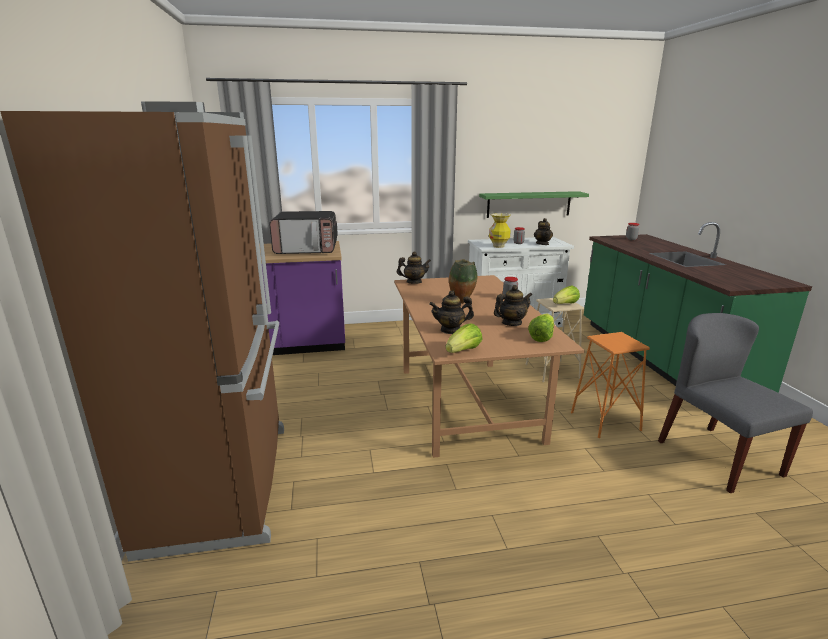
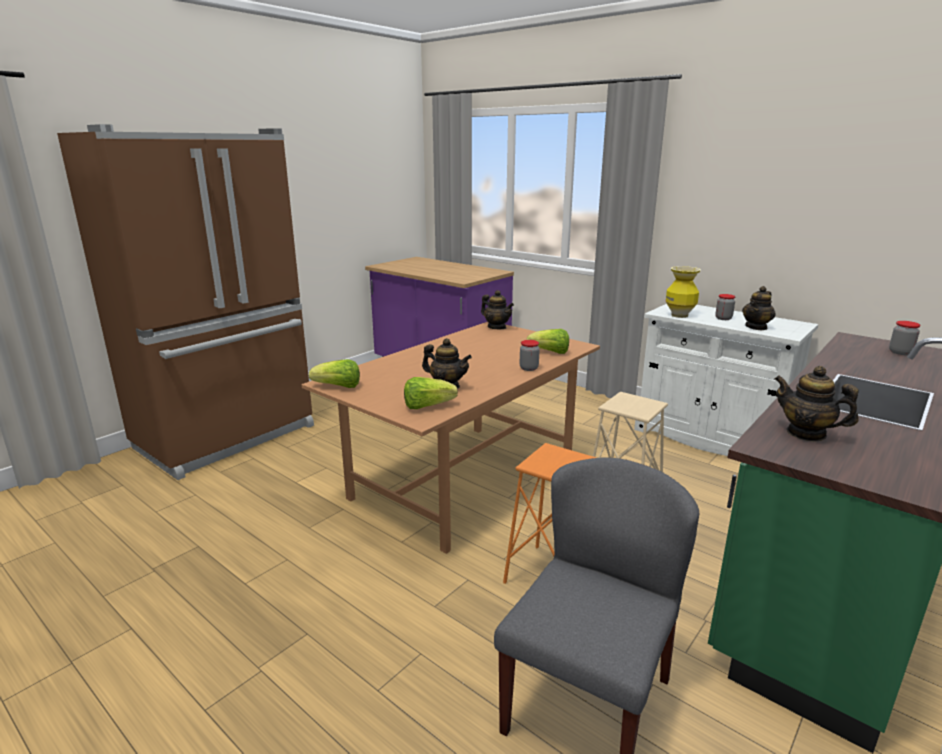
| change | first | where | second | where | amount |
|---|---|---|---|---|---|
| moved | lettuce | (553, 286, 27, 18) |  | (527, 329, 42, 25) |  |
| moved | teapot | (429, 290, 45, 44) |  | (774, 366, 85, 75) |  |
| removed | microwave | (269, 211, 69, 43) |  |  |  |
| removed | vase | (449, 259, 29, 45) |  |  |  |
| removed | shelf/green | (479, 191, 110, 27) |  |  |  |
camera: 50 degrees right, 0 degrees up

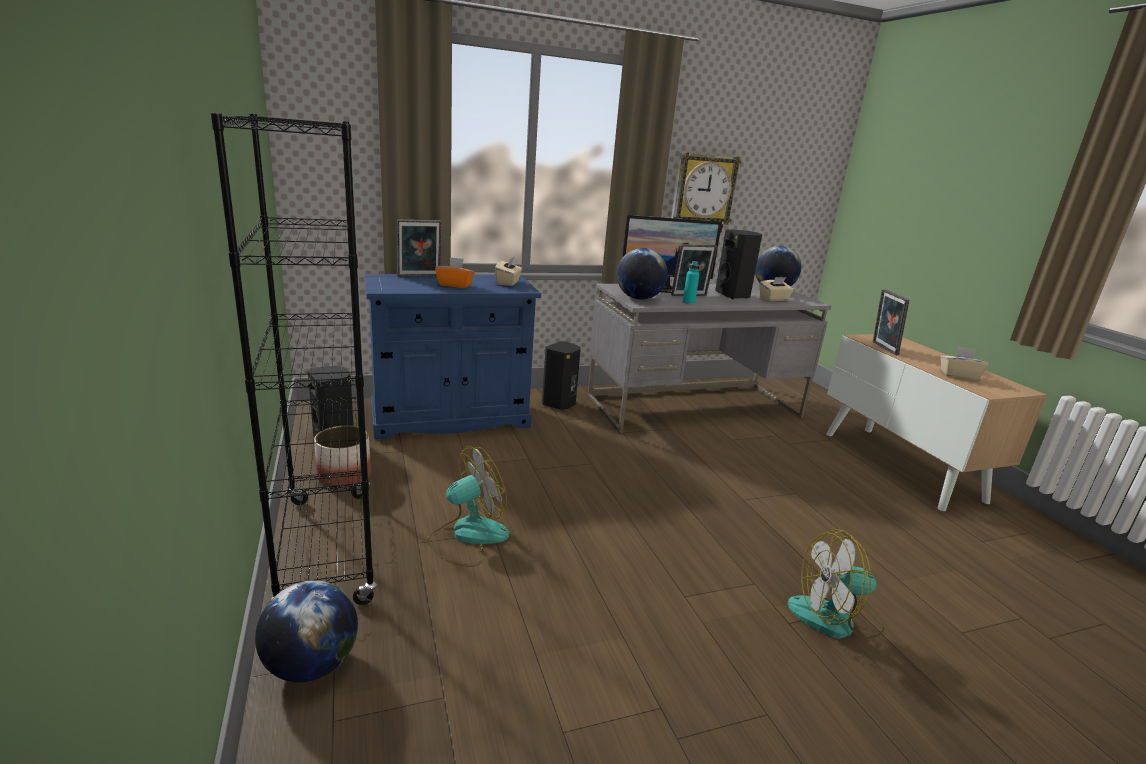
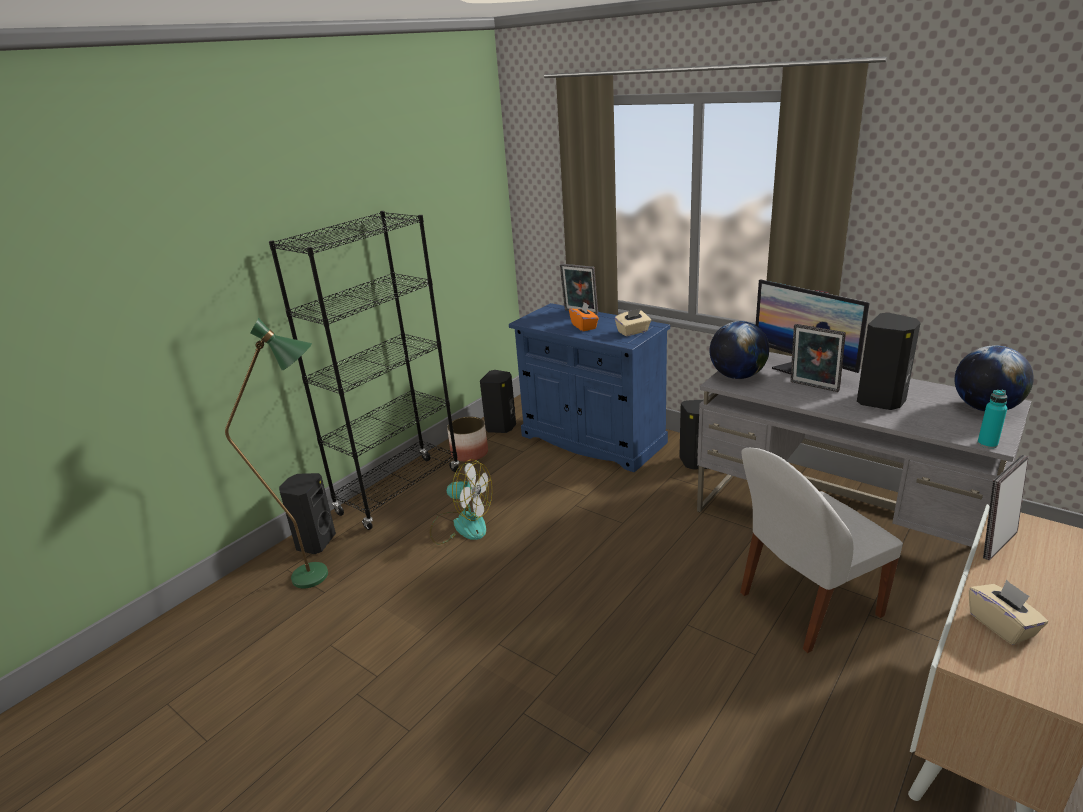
| change | first | where | second | where | amount |
|---|---|---|---|---|---|
| added |  |  | floor lamp/green | (225, 318, 103, 271) |  |
| replaced | globe | (255, 580, 103, 102) | speaker/black | (279, 473, 57, 81) |  |
| added |  |  | chair/white | (740, 448, 163, 205) |  |
| moved | bottle/turquoise | (683, 261, 17, 44) |  | (977, 389, 31, 60) |  |
| removed | wall clock | (671, 152, 71, 81) |  |  |  |
| removed | tissue box/beige | (760, 277, 34, 24) |  |  |  |
| removed | fan | (787, 529, 97, 110) |  |  |  |
camera: 60 degrees right, 5 degrees up

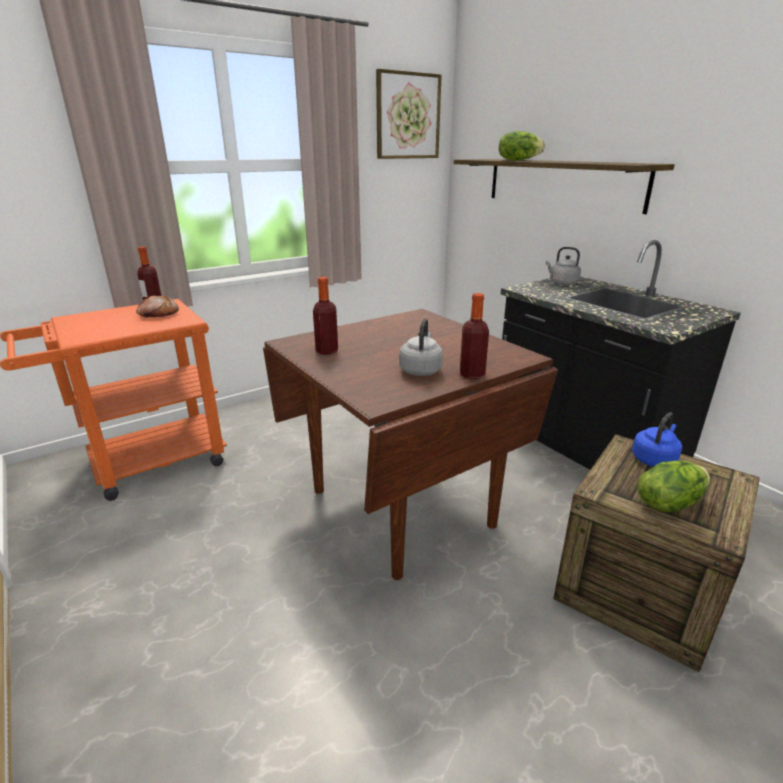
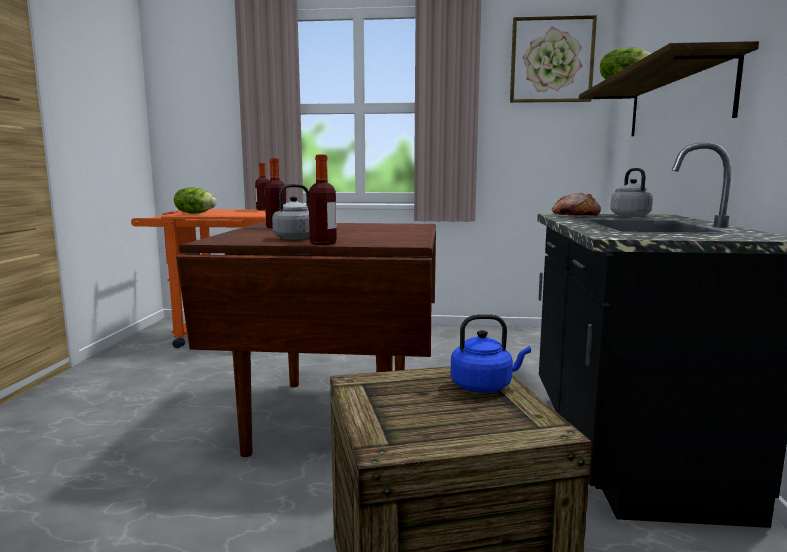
| change | first | where | second | where | amount |
|---|---|---|---|---|---|
| moved | lettuce | (637, 461, 73, 51) |  | (174, 187, 43, 27) |  |
| moved | bread | (136, 296, 43, 22) |  | (552, 193, 49, 22) |  |
camera: 40 degrees right, 15 degrees down

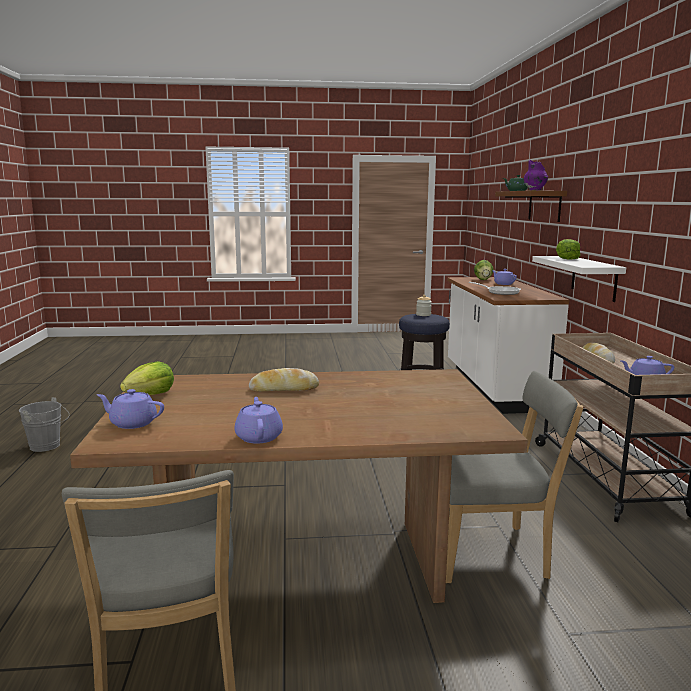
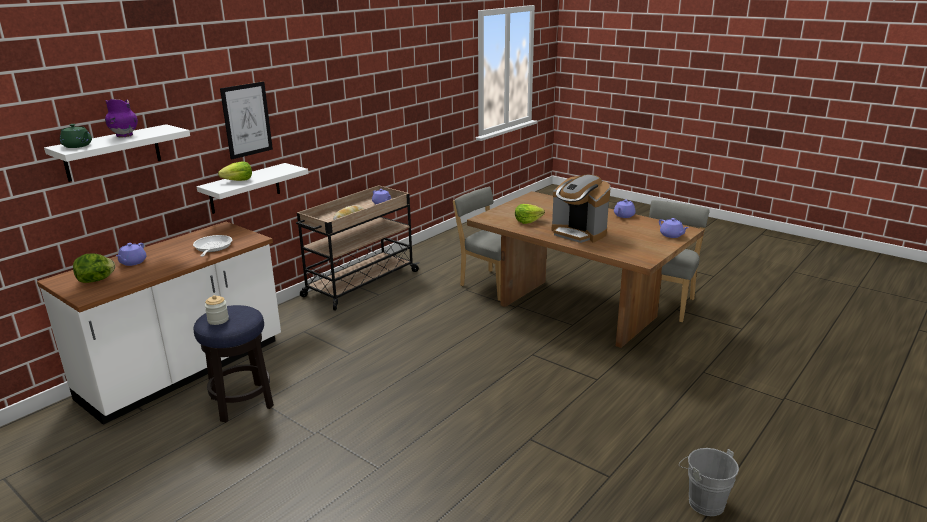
| change | first | where | second | where | amount |
|---|---|---|---|---|---|
| recoloured | shelf/brown | (495, 190, 72, 32) | shelf/white | (44, 124, 146, 58) |  |
| added |  |  | picture | (220, 82, 53, 78) |  |
| moved | lettuce | (120, 361, 54, 34) |  | (515, 204, 30, 20) |  |
| replaced | bread | (249, 368, 70, 24) | coffee machine | (552, 174, 59, 69) |  |
camera: 135 degrees left, 10 degrees up

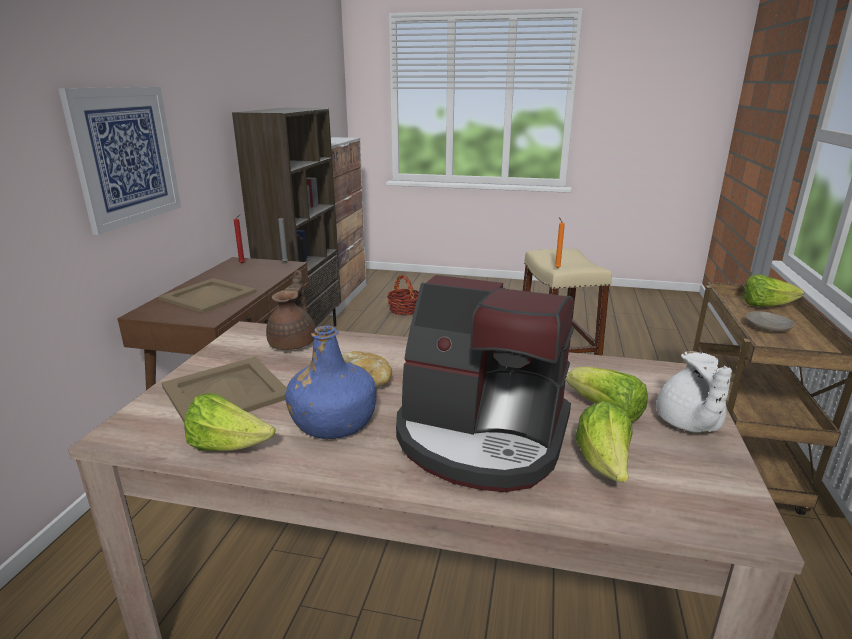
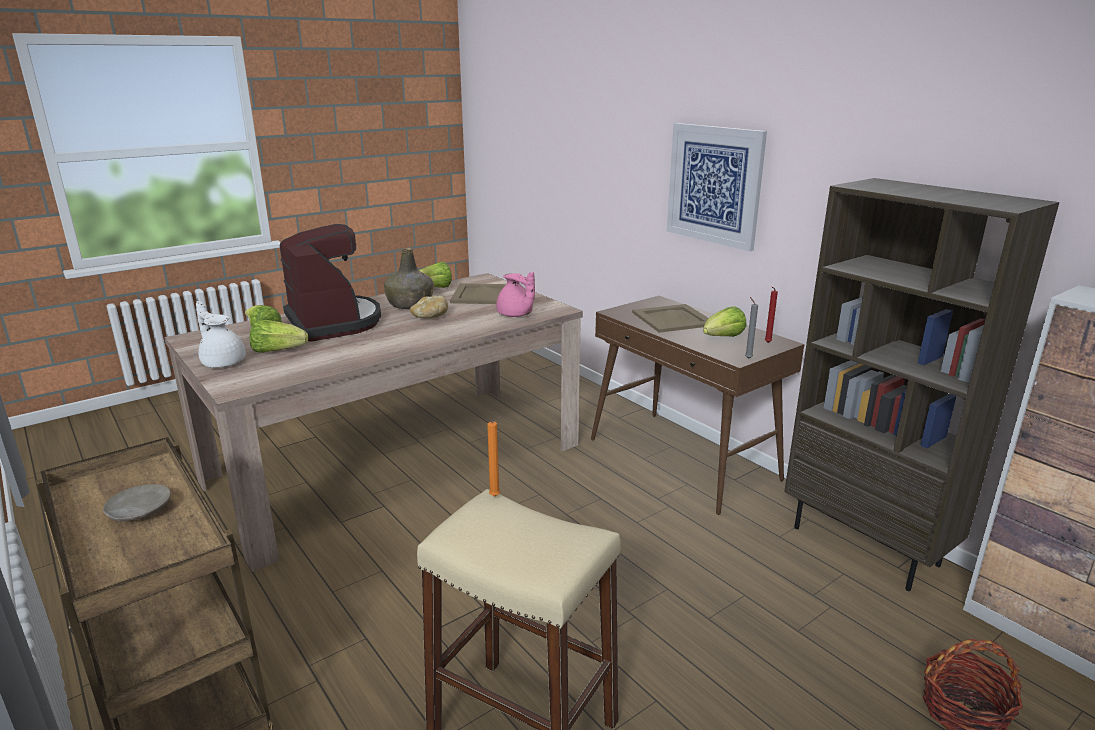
| change | first | where | second | where | amount |
|---|---|---|---|---|---|
| turned | coffee machine | (396, 275, 178, 217) |  | (280, 224, 101, 118) | 90 degrees clockwise |
| recoloured | bottle/blue | (285, 325, 91, 114) | bottle/green | (384, 248, 50, 61) |  |
| recoloured | teapot/brown | (266, 270, 50, 80) | teapot/pink | (496, 272, 39, 45) |  |
| moved | lettuce | (743, 274, 61, 33) |  | (703, 306, 44, 31) |  |
camera: 130 degrees right, 0 degrees up

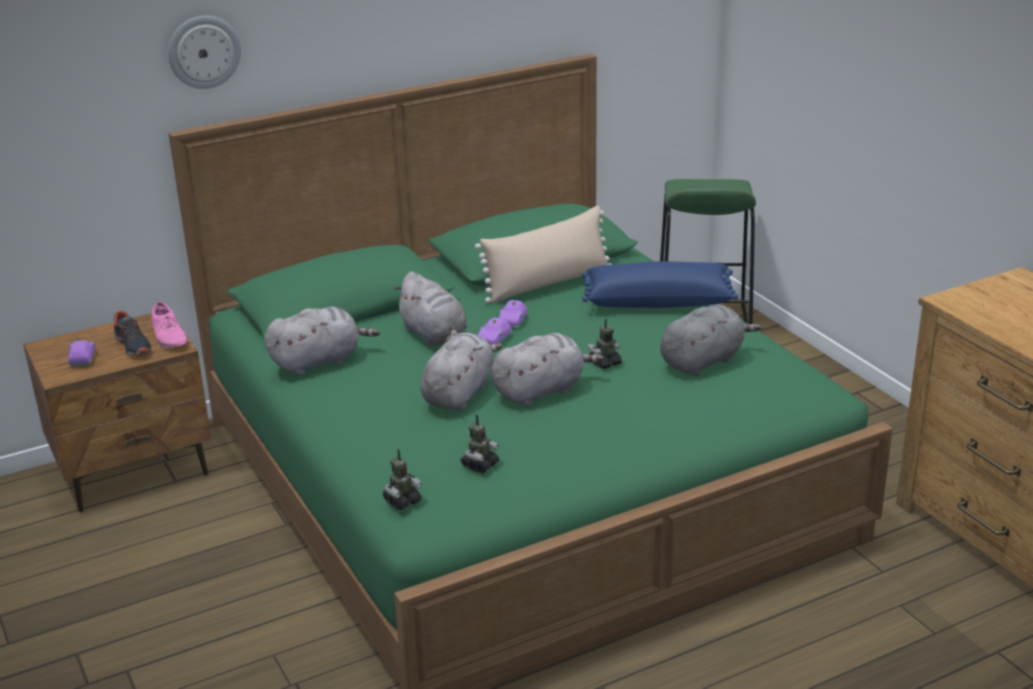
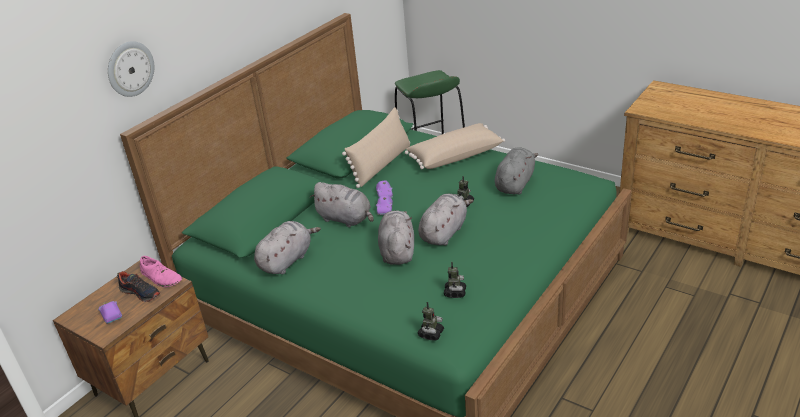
| change | first | where | second | where | amount |
|---|---|---|---|---|---|
| recoloured | pillow/blue | (582, 261, 157, 47) | pillow/beige | (405, 123, 100, 46) |  |
camera: 25 degrees left, 5 degrees up

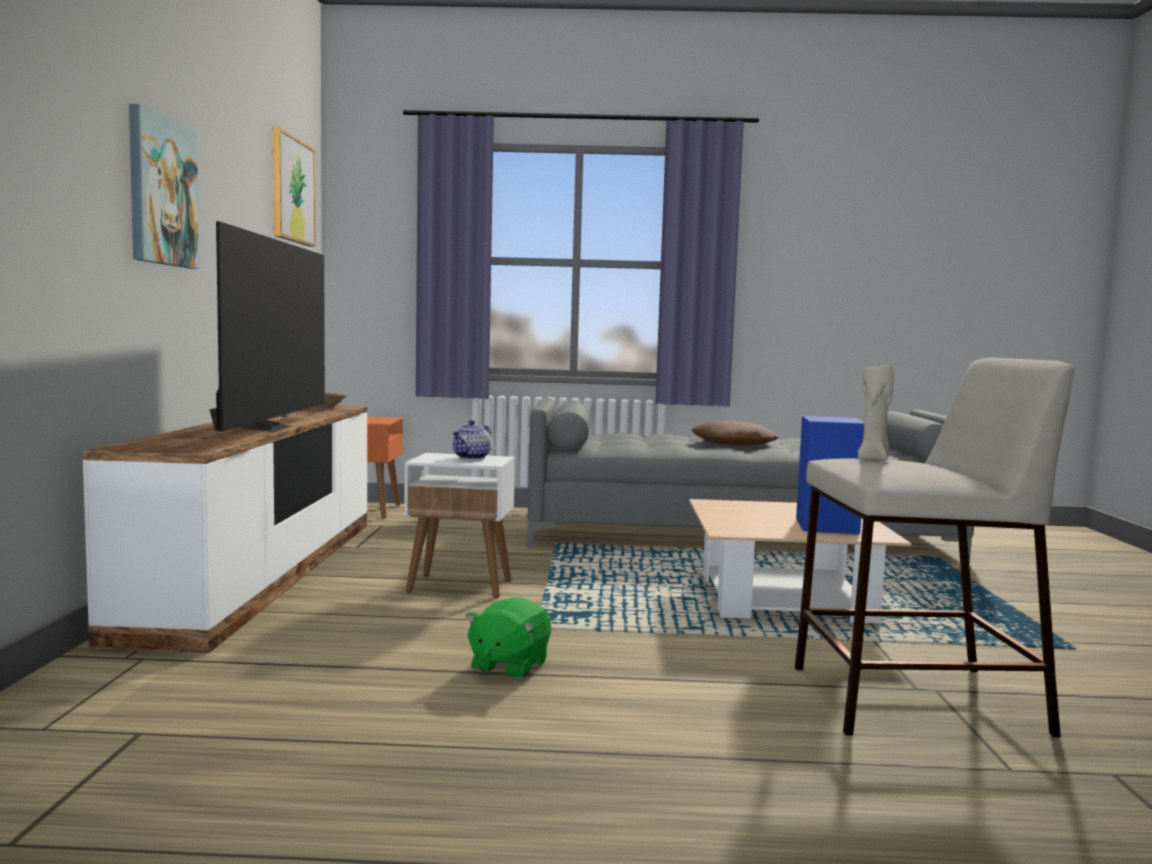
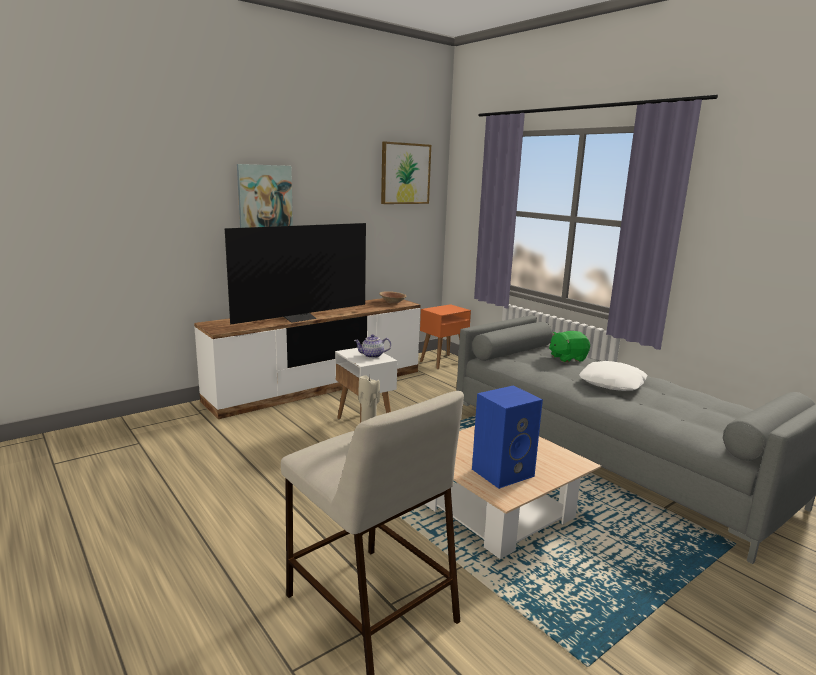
| change | first | where | second | where | amount |
|---|---|---|---|---|---|
| moved | plush toy/green | (465, 597, 86, 82) |  | (549, 331, 41, 31) |  |
| recoloured | pillow/brown | (691, 421, 88, 25) | pillow/white | (579, 361, 68, 30) |  |
camera: 50 degrees right, 10 degrees up

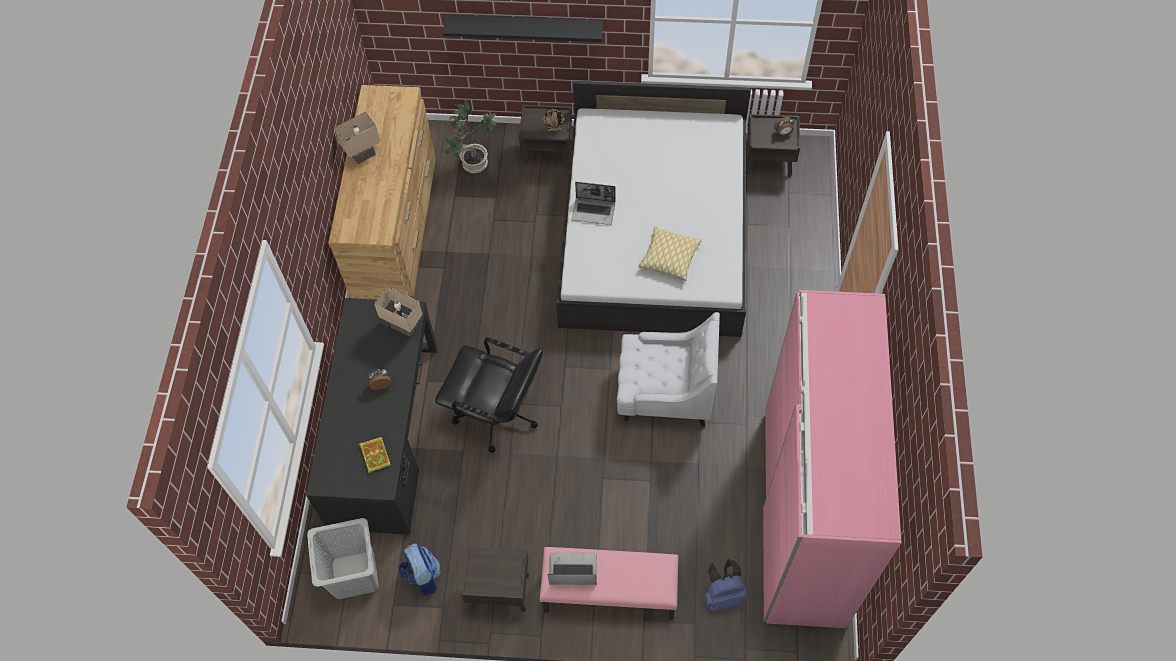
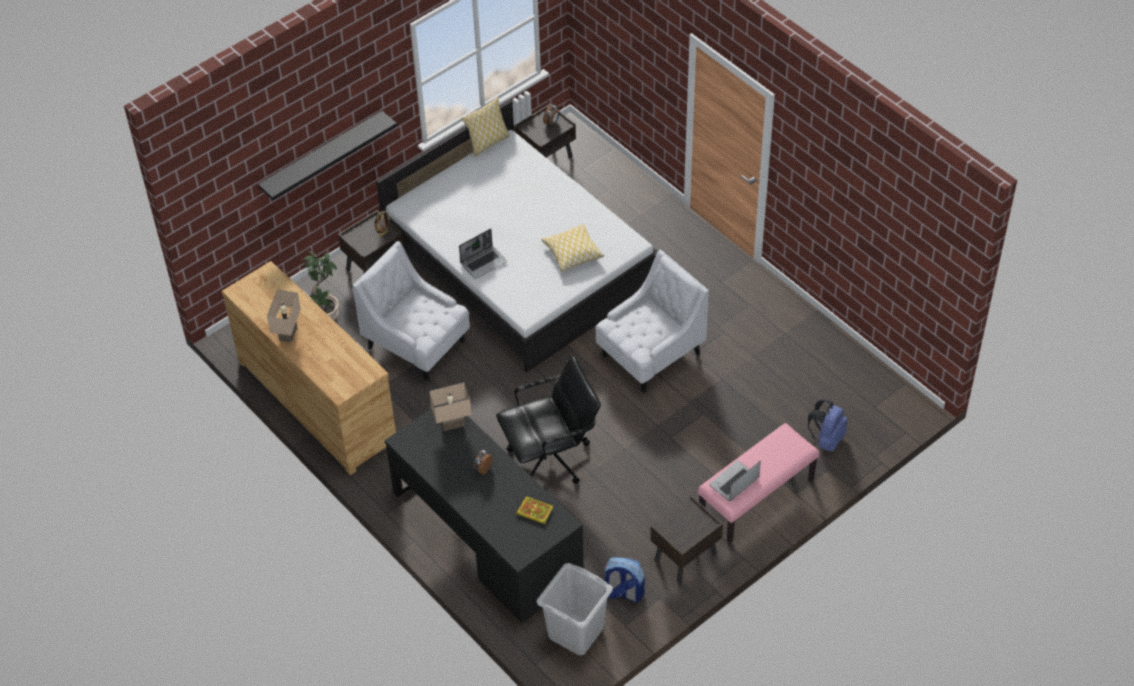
| change | first | where | second | where | amount |
|---|---|---|---|---|---|
| added |  |  | armchair/white | (353, 241, 117, 140) |  |
| added |  |  | pillow | (461, 97, 49, 60) |  |
| removed | wardrobe/pink | (763, 290, 139, 338) |  |  |  |
camera: 45 degrees left, 10 degrees down

